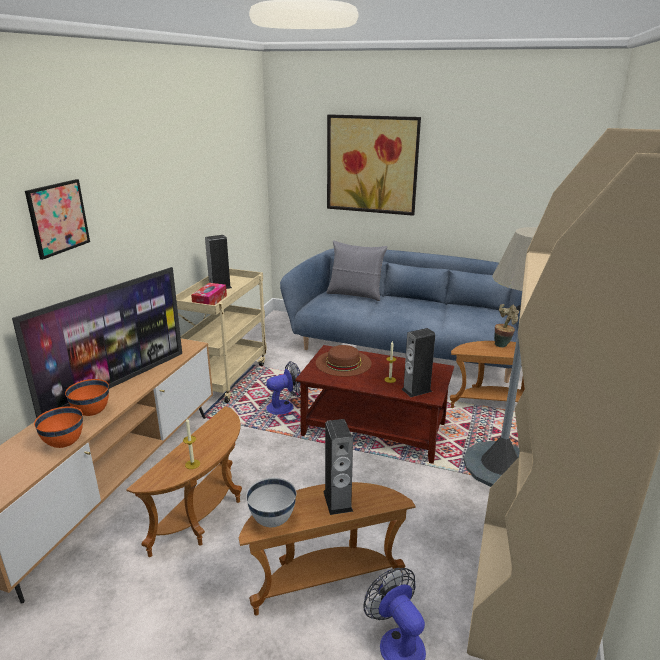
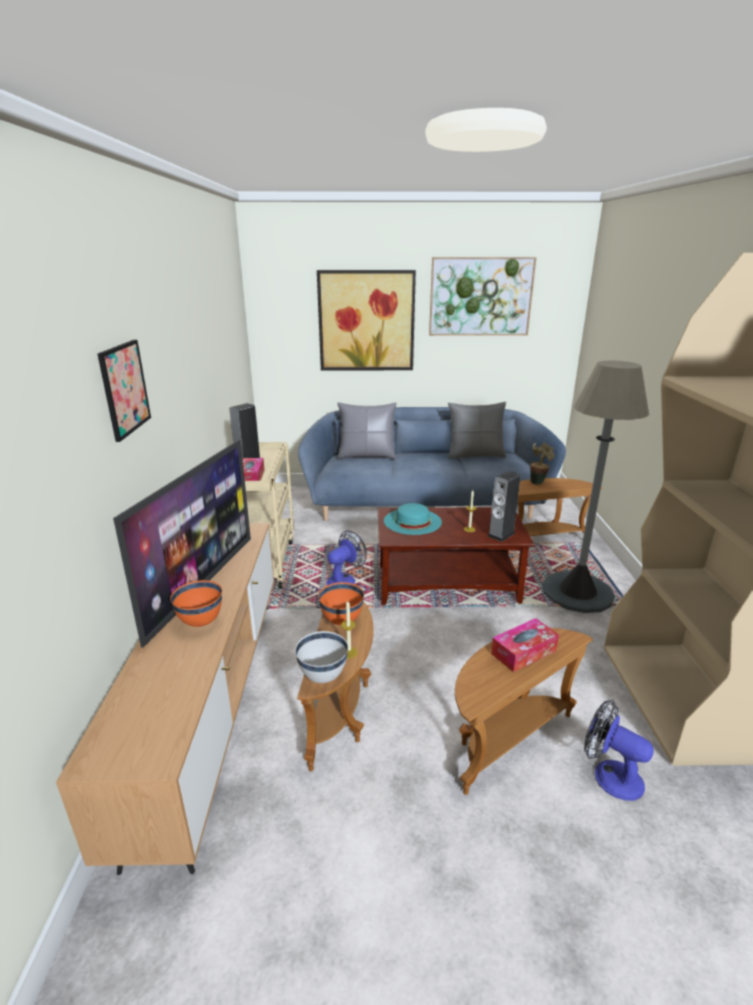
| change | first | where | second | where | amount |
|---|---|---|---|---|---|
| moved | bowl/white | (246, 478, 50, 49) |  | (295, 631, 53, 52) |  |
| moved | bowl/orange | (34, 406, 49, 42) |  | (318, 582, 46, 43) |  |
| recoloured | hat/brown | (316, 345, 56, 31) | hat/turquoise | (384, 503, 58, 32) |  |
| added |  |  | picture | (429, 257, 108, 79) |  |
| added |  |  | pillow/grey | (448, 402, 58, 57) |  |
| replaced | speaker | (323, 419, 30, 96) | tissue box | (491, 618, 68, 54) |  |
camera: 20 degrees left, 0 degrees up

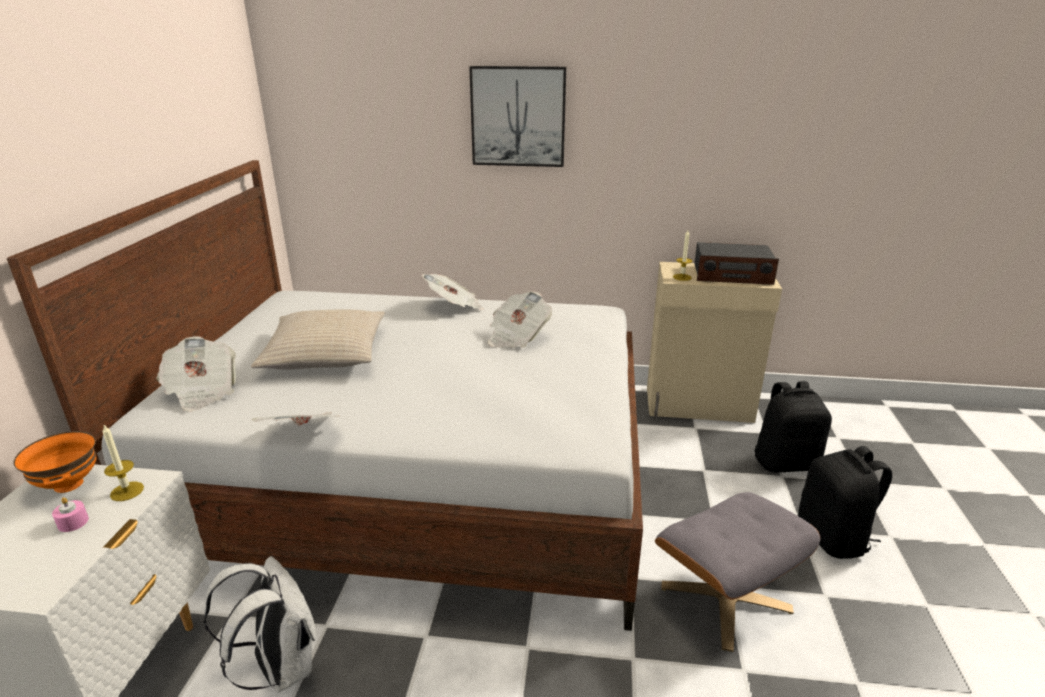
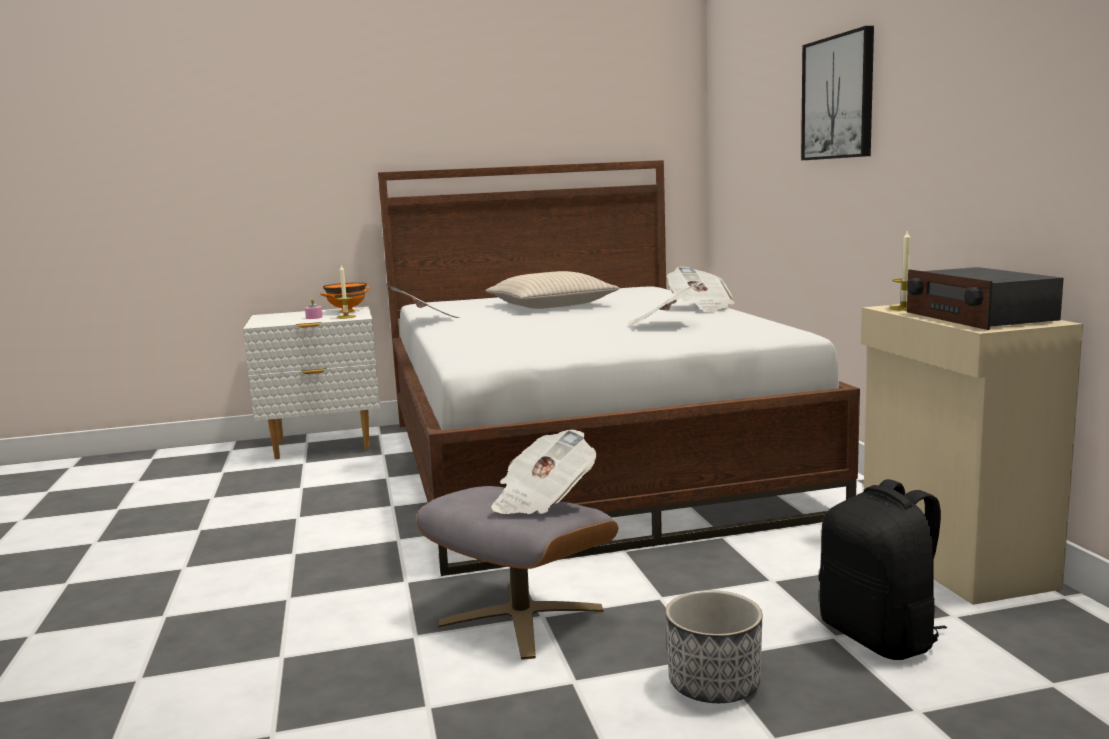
| change | first | where | second | where | amount |
|---|---|---|---|---|---|
| moved | newspaper | (156, 336, 80, 76) |  | (491, 430, 105, 84) |  |
| replaced | backpack/black | (798, 446, 94, 113) | planter | (666, 590, 96, 113) |  |
| removed | backpack/white | (204, 556, 112, 137) |  |  |  |
camera: 70 degrees right, 15 degrees down

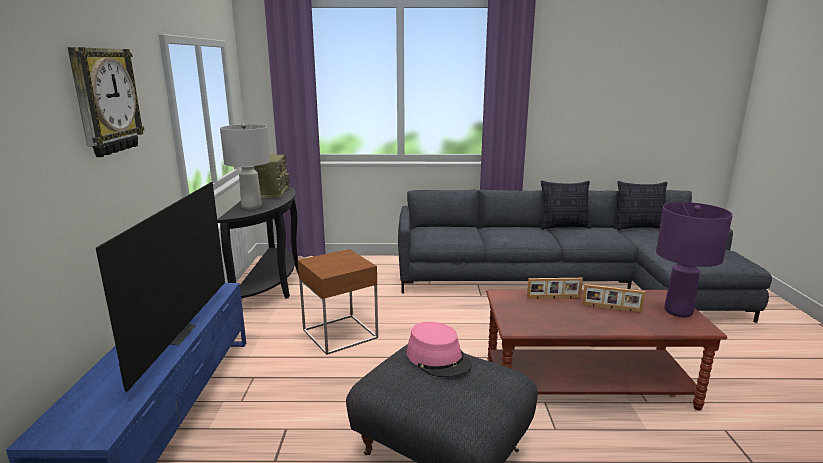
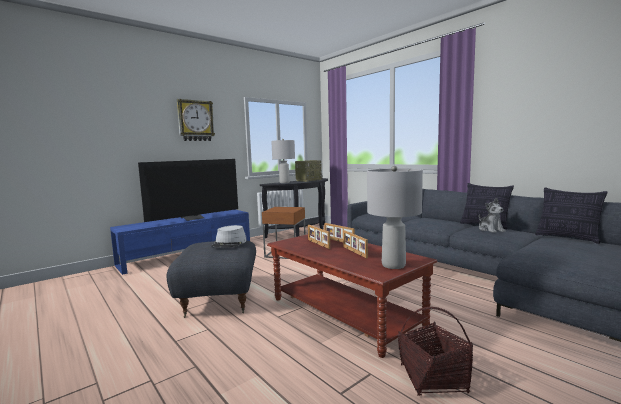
| change | first | where | second | where | amount |
|---|---|---|---|---|---|
| recoloured | hat/pink | (407, 322, 65, 55) | hat/grey | (211, 225, 36, 22) |  |
| added |  |  | picture frame | (308, 225, 22, 24) |  |
| recoloured | table lamp/purple | (656, 202, 77, 115) | table lamp/grey | (367, 166, 56, 103) |  |
| added |  |  | basket | (398, 307, 75, 89) |  |
| added |  |  | plush toy | (479, 198, 27, 35) |  |
camera: 50 degrees right, 10 degrees down

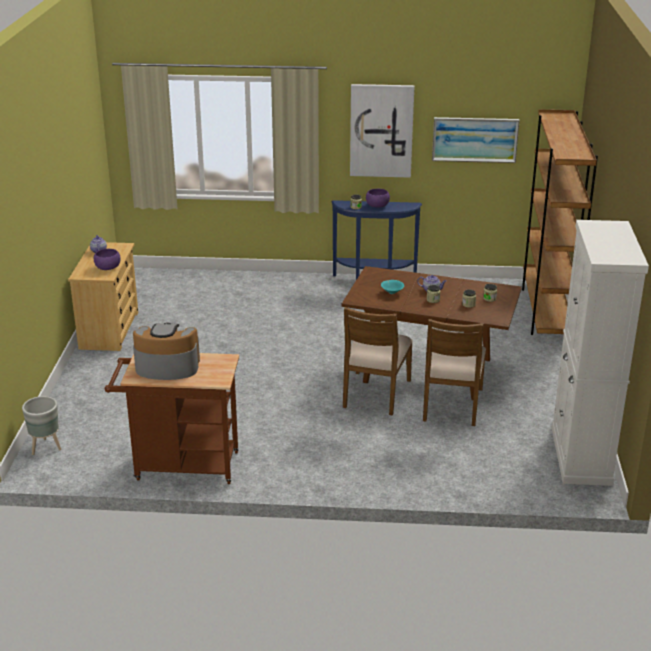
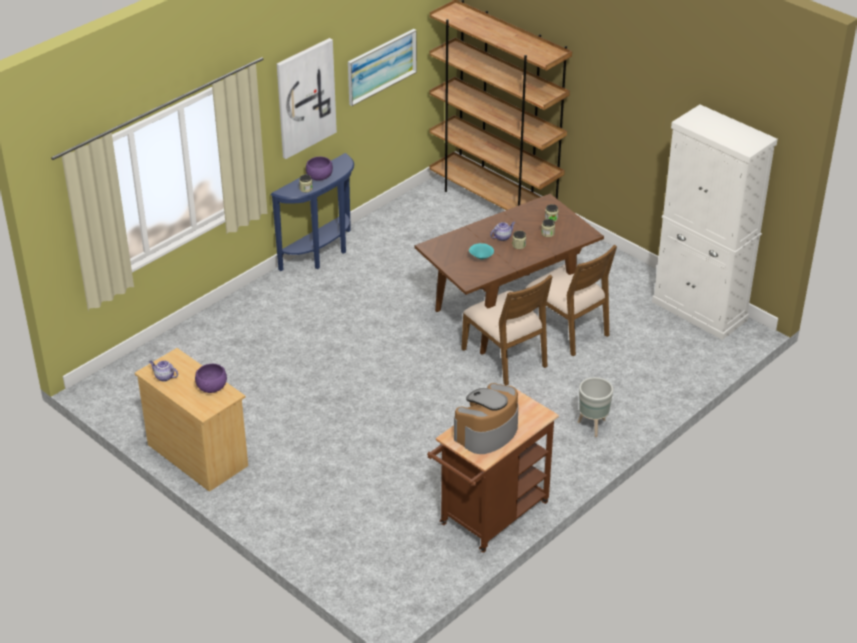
| change | first | where | second | where | amount |
|---|---|---|---|---|---|
| moved | planter/grey | (22, 396, 39, 59) |  | (578, 377, 35, 60) |  |
camera: 50 degrees left, 10 degrees up

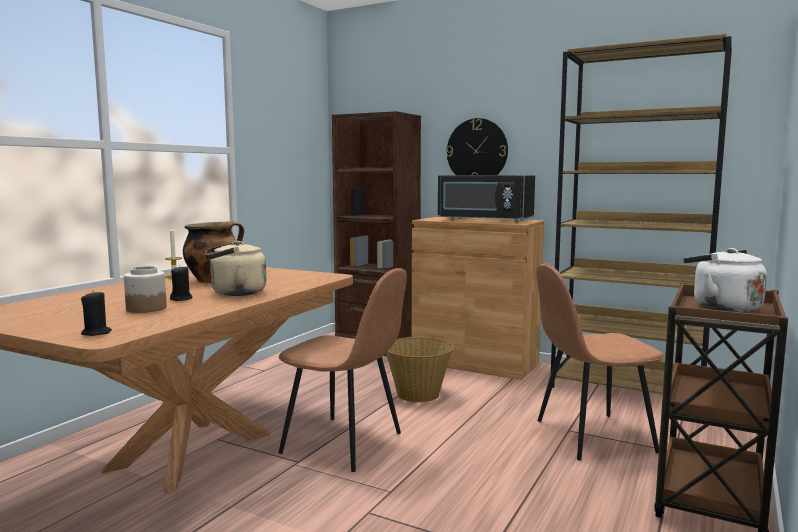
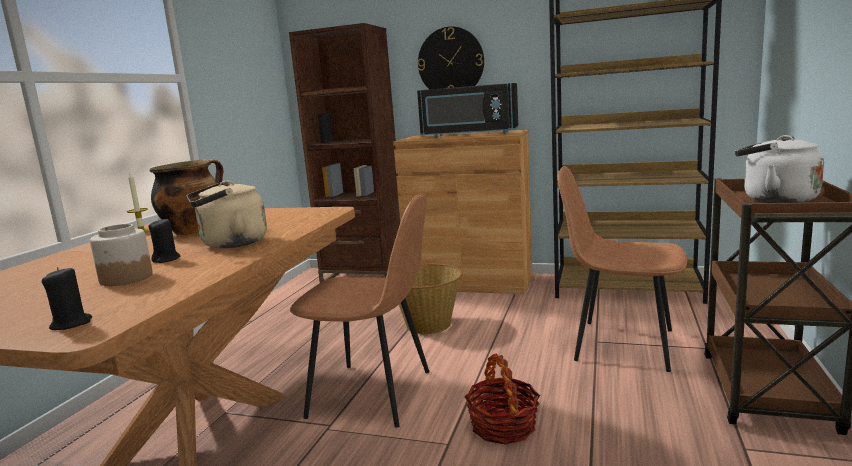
| change | first | where | second | where | amount |
|---|---|---|---|---|---|
| added |  |  | basket | (465, 354, 75, 90) |  |
| turned | chair/brown | (536, 263, 128, 197) |  | (557, 166, 130, 206) | 45 degrees clockwise |
camera: 10 degrees left, 5 degrees up

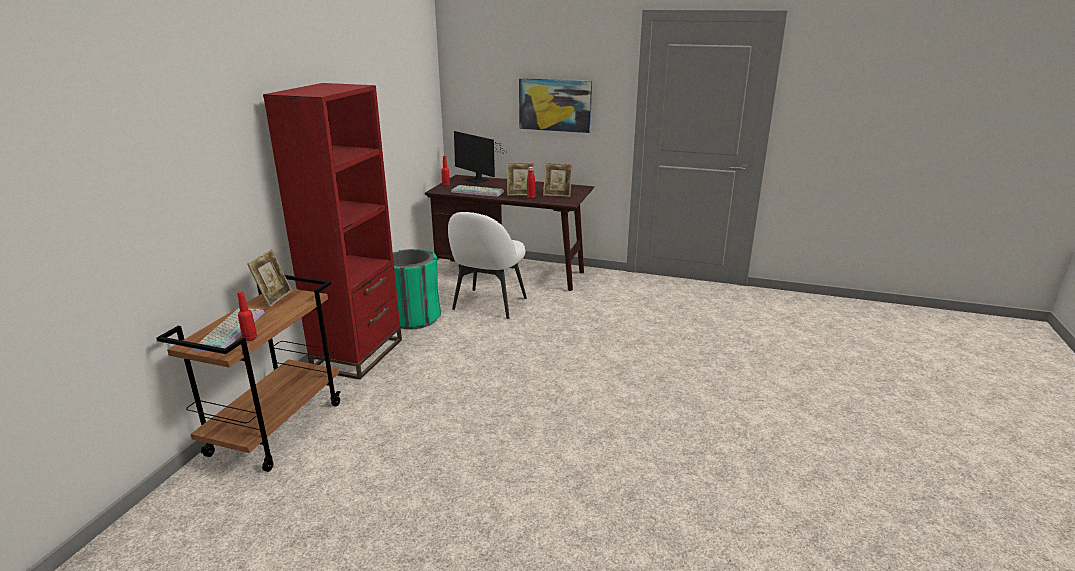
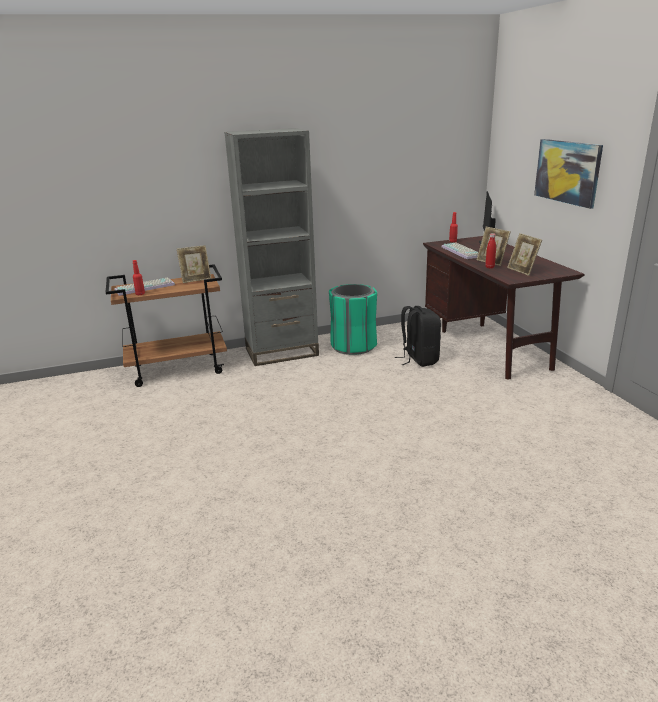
| change | first | where | second | where | amount |
|---|---|---|---|---|---|
| recoloured | bookcase/red | (263, 83, 139, 297) | bookcase/grey | (224, 128, 95, 238) |  |
| replaced | chair/white | (448, 212, 79, 107) | backpack/black | (395, 306, 46, 61) |  |
camera: 55 degrees right, 0 degrees up

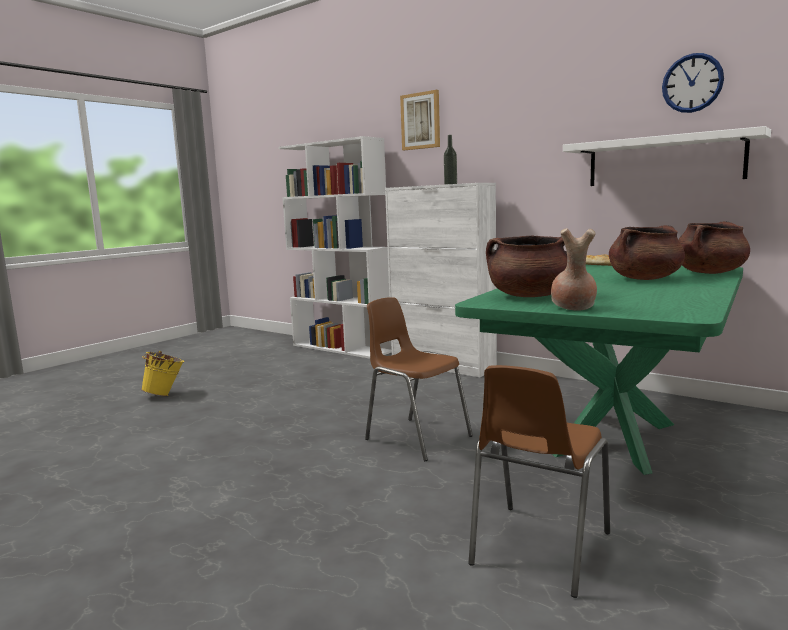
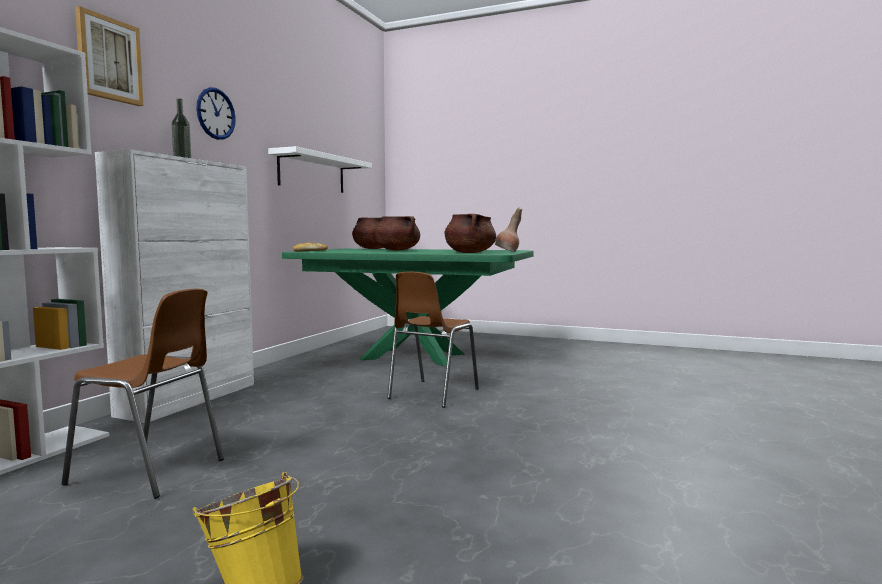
| change | first | where | second | where | amount |
|---|---|---|---|---|---|
| moved | chair/brown | (469, 365, 141, 233) |  | (62, 289, 162, 210) |  |
| moved | wall clock | (662, 53, 62, 60) |  | (196, 87, 40, 53) |  |
camera: 105 degrees left, 5 degrees down

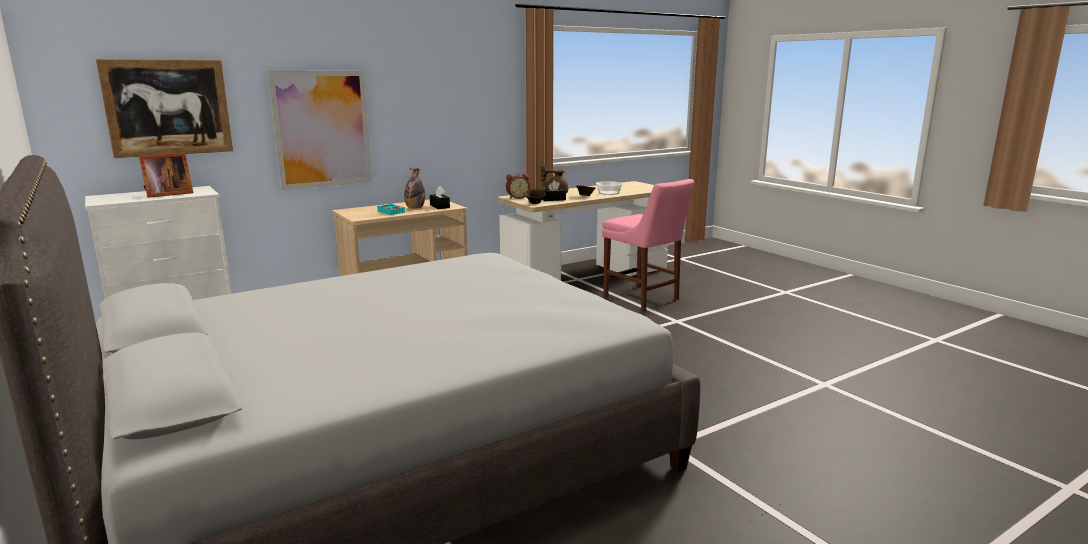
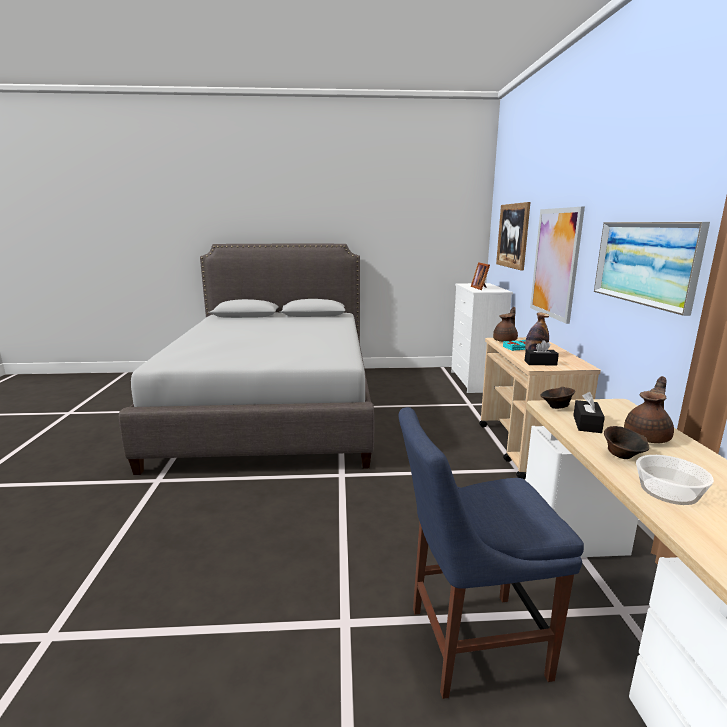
| change | first | where | second | where | amount |
|---|---|---|---|---|---|
| recoloured | chair/pink | (602, 179, 92, 132) | chair/blue | (399, 407, 185, 292) |  |
| added |  |  | teapot/brown | (493, 307, 25, 35) |  |
| added |  |  | picture | (594, 222, 116, 94) |  |
| removed | alarm clock | (506, 173, 24, 26) |  |  |  |
camera: 120 degrees right, 0 degrees up

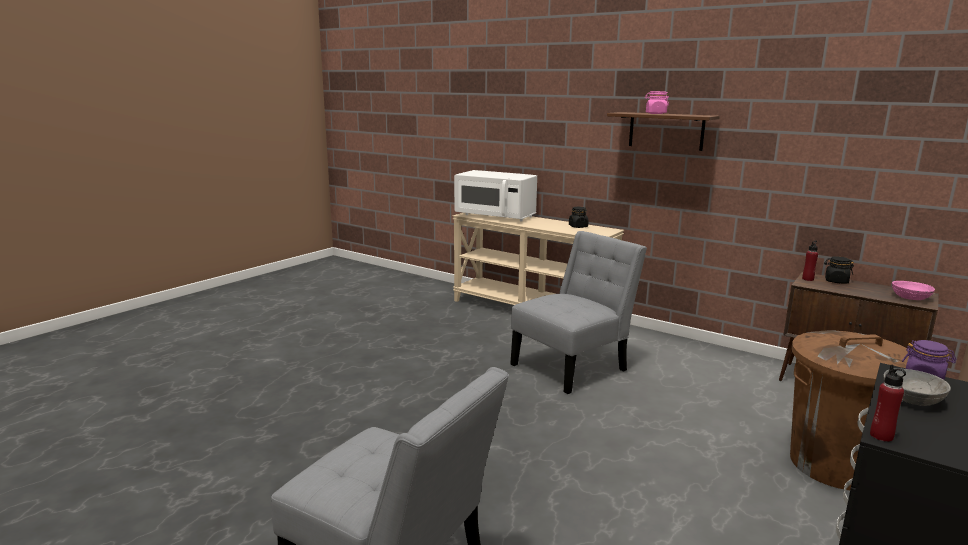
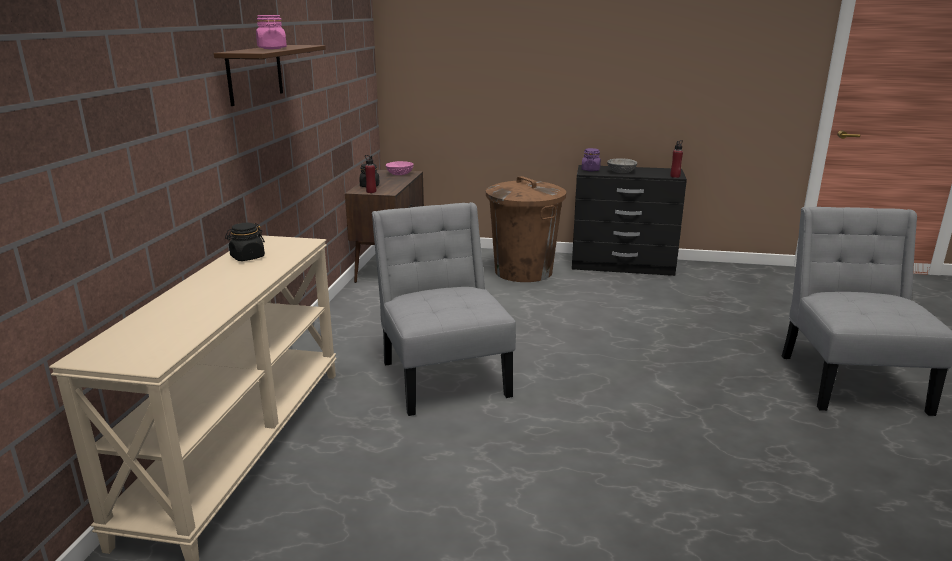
| change | first | where | second | where | amount |
|---|---|---|---|---|---|
| turned | chair/grey | (510, 231, 137, 163) |  | (372, 202, 144, 214) | 45 degrees clockwise |
| removed | microwave/white | (454, 170, 83, 52) |  |  |  |
camera: 115 degrees left, 5 degrees up

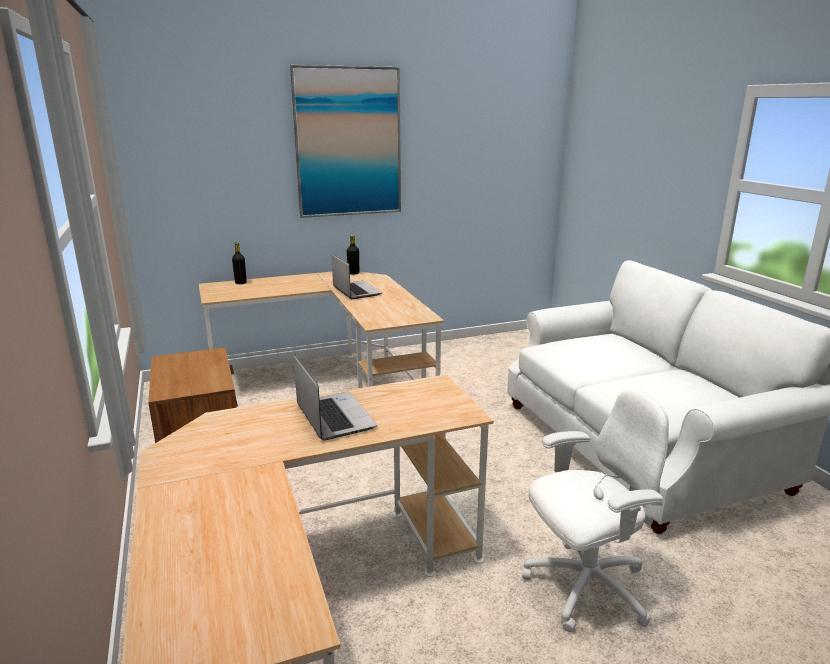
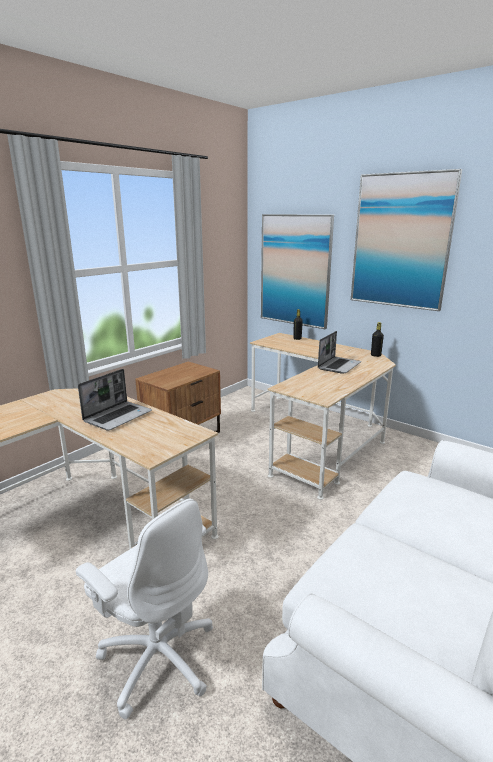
| change | first | where | second | where | amount |
|---|---|---|---|---|---|
| added |  |  | picture | (261, 214, 73, 115) |  |
camera: 60 degrees right, 0 degrees up

